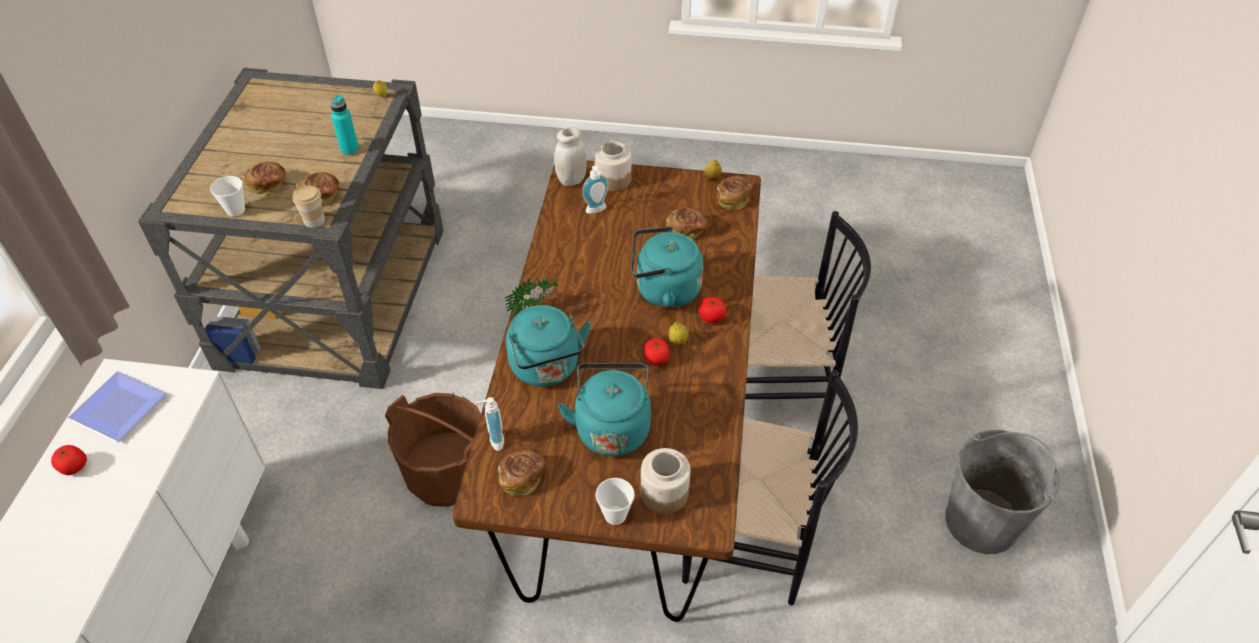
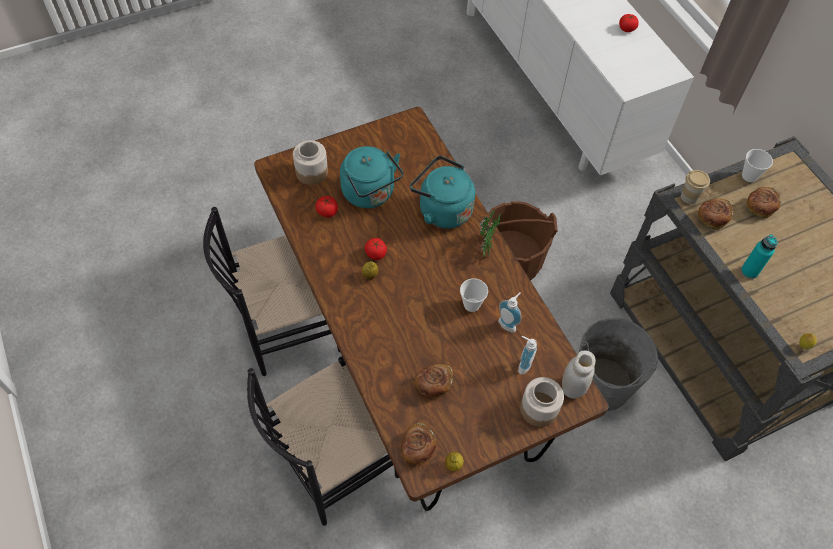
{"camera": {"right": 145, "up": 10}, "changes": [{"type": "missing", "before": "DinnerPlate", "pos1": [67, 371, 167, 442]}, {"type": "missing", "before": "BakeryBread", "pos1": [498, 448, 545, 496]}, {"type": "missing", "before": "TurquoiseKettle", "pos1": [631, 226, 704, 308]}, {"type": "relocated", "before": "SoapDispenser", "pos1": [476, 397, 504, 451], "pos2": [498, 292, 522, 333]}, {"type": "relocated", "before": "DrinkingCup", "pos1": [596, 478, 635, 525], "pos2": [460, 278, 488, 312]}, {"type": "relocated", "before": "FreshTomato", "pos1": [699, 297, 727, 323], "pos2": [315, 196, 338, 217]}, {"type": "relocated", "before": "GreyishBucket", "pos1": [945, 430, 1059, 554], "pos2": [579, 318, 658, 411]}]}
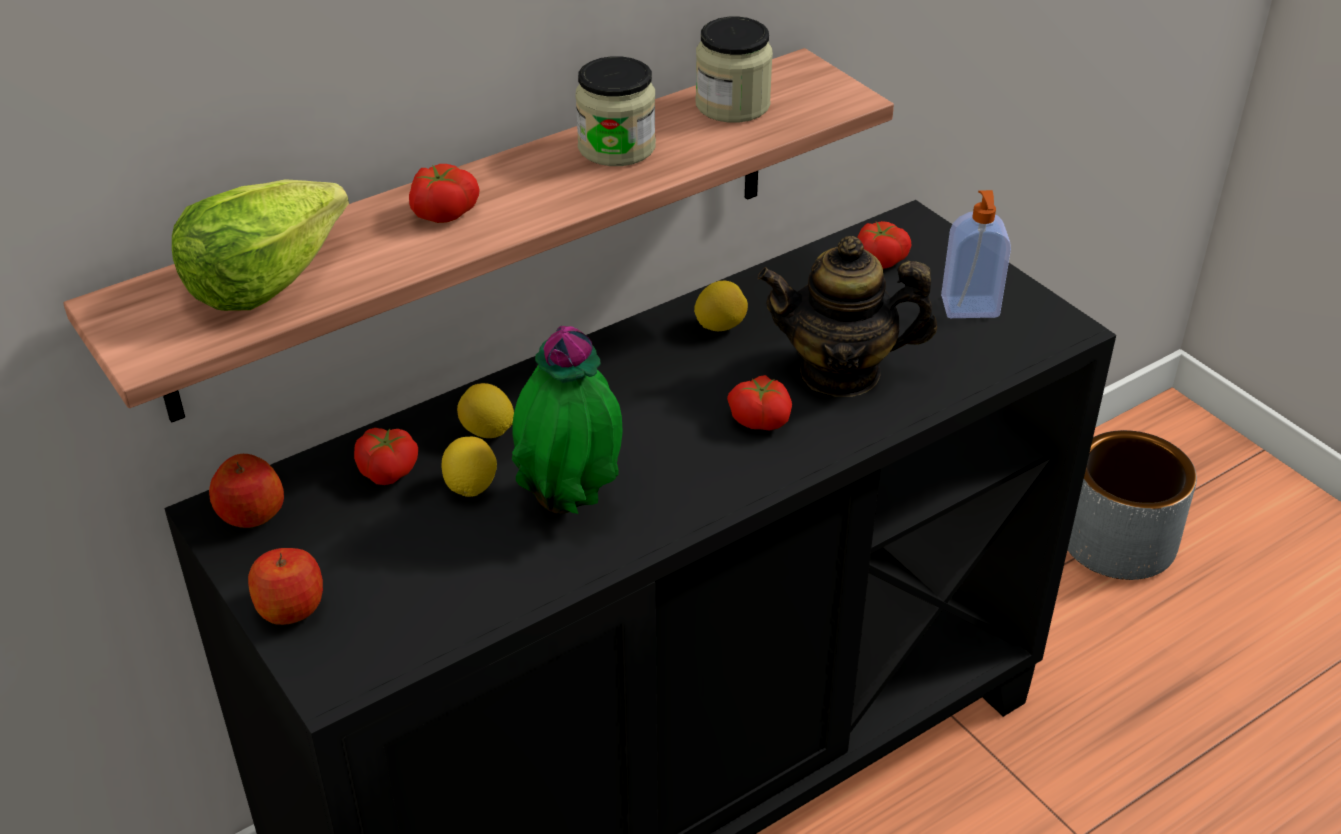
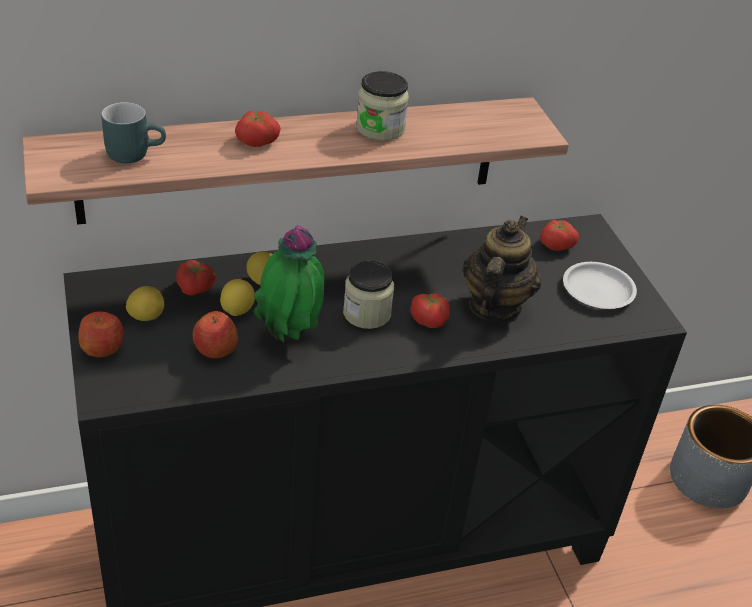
{"camera": {"right": 15, "up": 0}, "changes": [{"type": "relocated", "before": "Apple", "pos1": [209, 454, 284, 528], "pos2": [193, 311, 238, 358]}, {"type": "relocated", "before": "CitrusFruit", "pos1": [694, 281, 748, 331], "pos2": [126, 286, 164, 321]}, {"type": "relocated", "before": "StorageJar", "pos1": [695, 17, 773, 123], "pos2": [343, 261, 394, 329]}, {"type": "exchanged", "before": "LettuceHead", "after": "TurquoiseMug", "pos1": [172, 179, 349, 311], "pos2": [101, 102, 166, 163]}, {"type": "exchanged", "before": "SoapDispenser", "after": "WhiteDinnerPlate", "pos1": [941, 190, 1011, 318], "pos2": [563, 262, 637, 309]}, {"type": "spun", "before": "Teapot", "pos1": [758, 236, 937, 397], "pos2": [463, 216, 541, 321], "turn": 90}]}
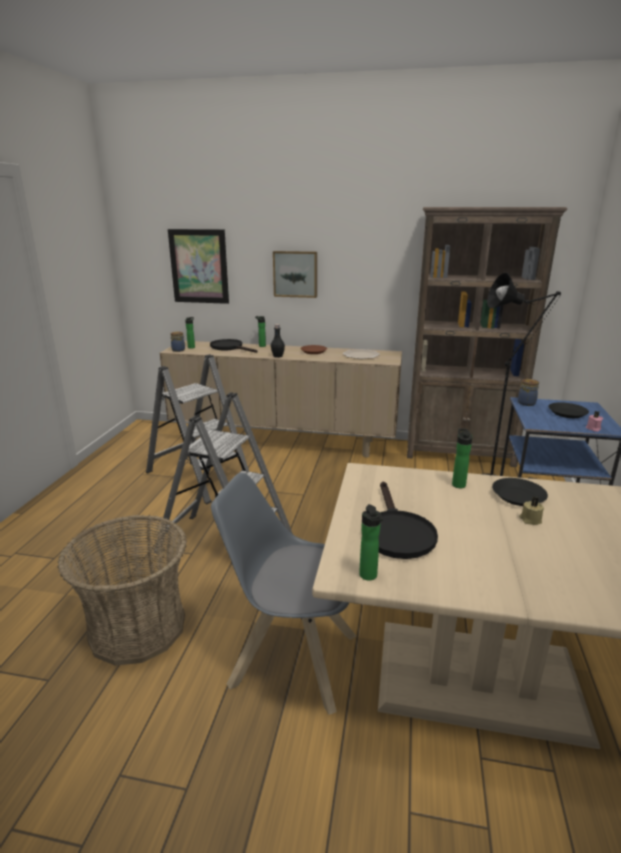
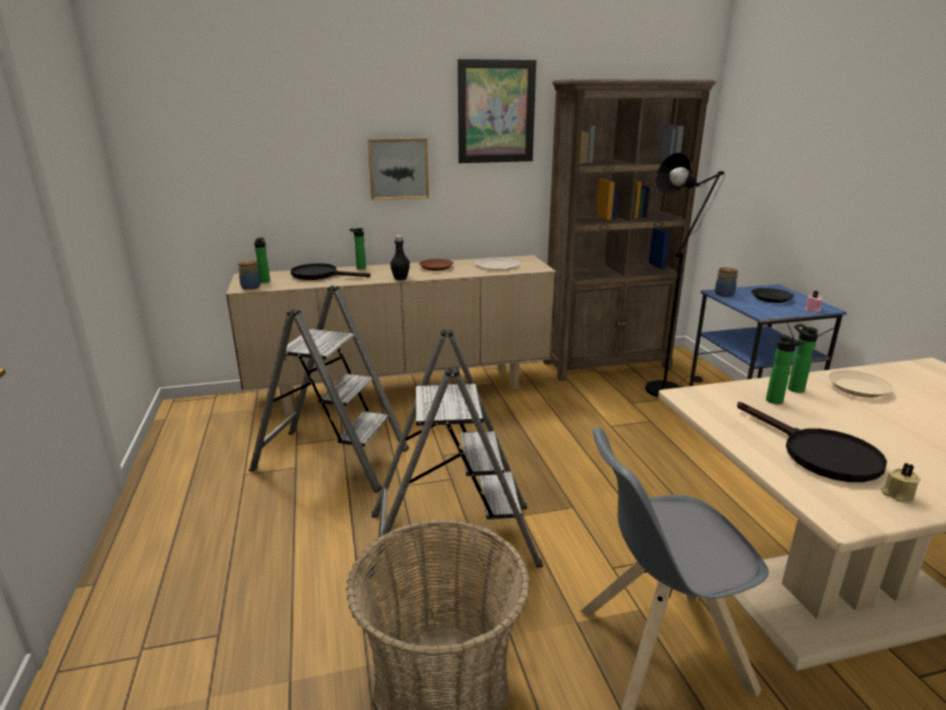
{"camera": {"right": -25, "up": 0}, "changes": [{"type": "relocated", "before": "WallArt", "pos1": [168, 229, 229, 304], "pos2": [458, 59, 536, 163]}, {"type": "relocated", "before": "BeverageBottle", "pos1": [359, 504, 383, 581], "pos2": [766, 335, 804, 404]}, {"type": "relocated", "before": "BeigeCandle", "pos1": [519, 497, 544, 525], "pos2": [881, 463, 921, 502]}, {"type": "colour", "before": "BlackDinnerPlate", "after": "BeigeDinnerPlate", "pos1": [492, 478, 548, 506], "pos2": [828, 370, 894, 398]}]}
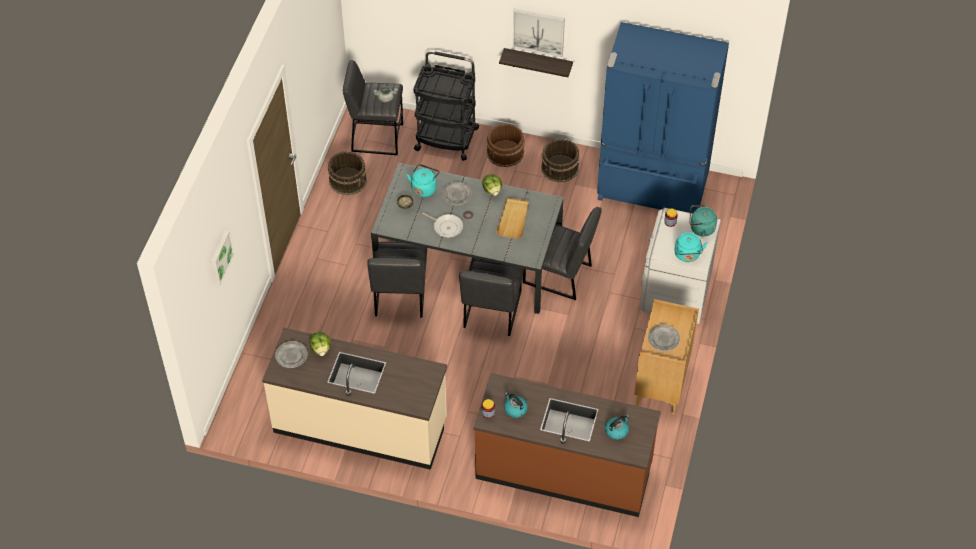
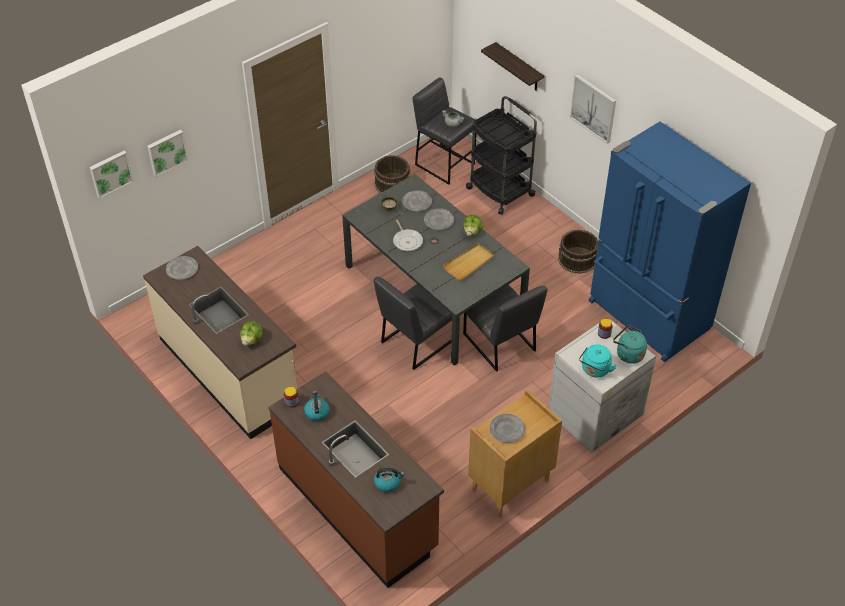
{"camera": {"right": 35, "up": -5}, "changes": [{"type": "missing", "before": "GreyishUprightChair", "pos1": [367, 242, 427, 318]}, {"type": "missing", "before": "BrownColouredBucket", "pos1": [487, 124, 525, 167]}, {"type": "appeared", "after": "WallArt", "pos2": [90, 150, 134, 199]}, {"type": "relocated", "before": "LettuceHead", "pos1": [309, 332, 331, 356], "pos2": [240, 321, 263, 346]}, {"type": "relocated", "before": "BracketShelf", "pos1": [499, 48, 573, 77], "pos2": [481, 42, 544, 91]}, {"type": "exchanged", "before": "TurquoiseKettle", "after": "GreyishDinnerPlate", "pos1": [407, 164, 440, 197], "pos2": [402, 190, 432, 211]}]}
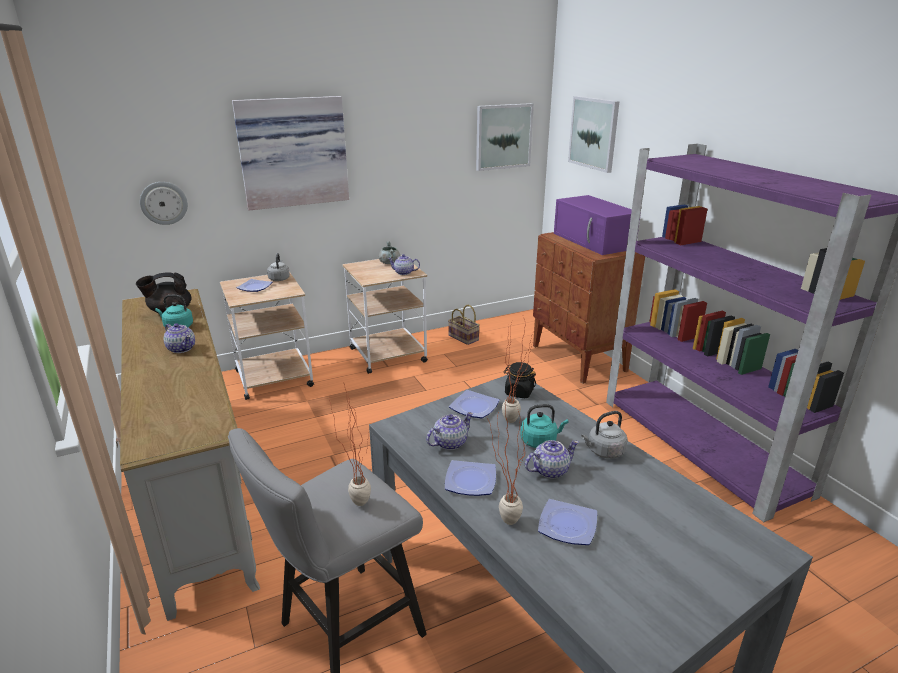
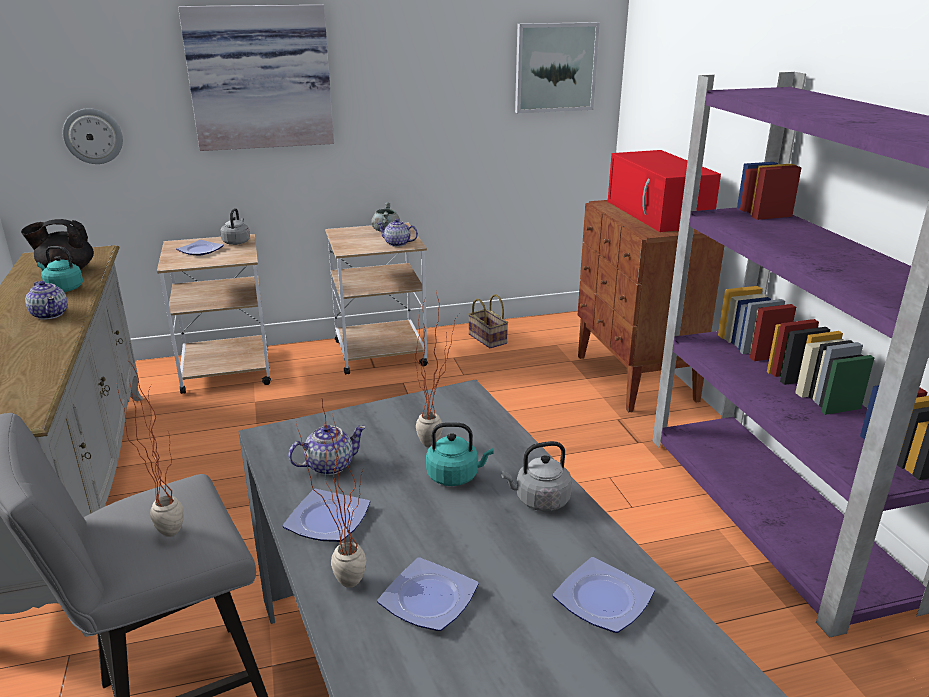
{"camera": {"right": 10, "up": 0}, "changes": [{"type": "missing", "before": "BlackStorageJar", "pos1": [504, 362, 536, 398]}, {"type": "missing", "before": "Teapot", "pos1": [525, 440, 579, 479]}, {"type": "missing", "before": "WallArt", "pos1": [568, 96, 619, 173]}, {"type": "relocated", "before": "DinnerPlate", "pos1": [449, 390, 500, 418], "pos2": [553, 557, 655, 633]}, {"type": "colour", "before": "PurpleMicrowave", "after": "RedColouredMicrowave", "pos1": [554, 195, 641, 255], "pos2": [608, 150, 721, 232]}]}
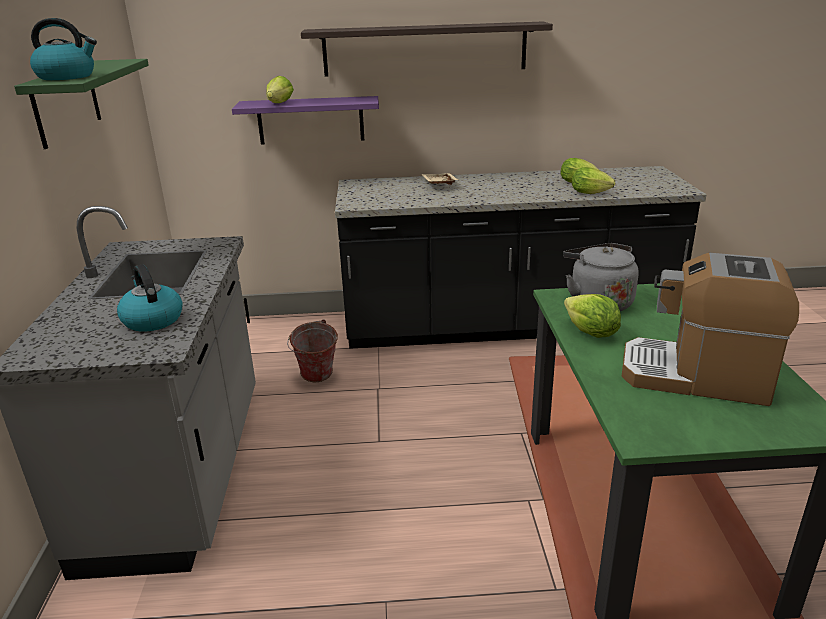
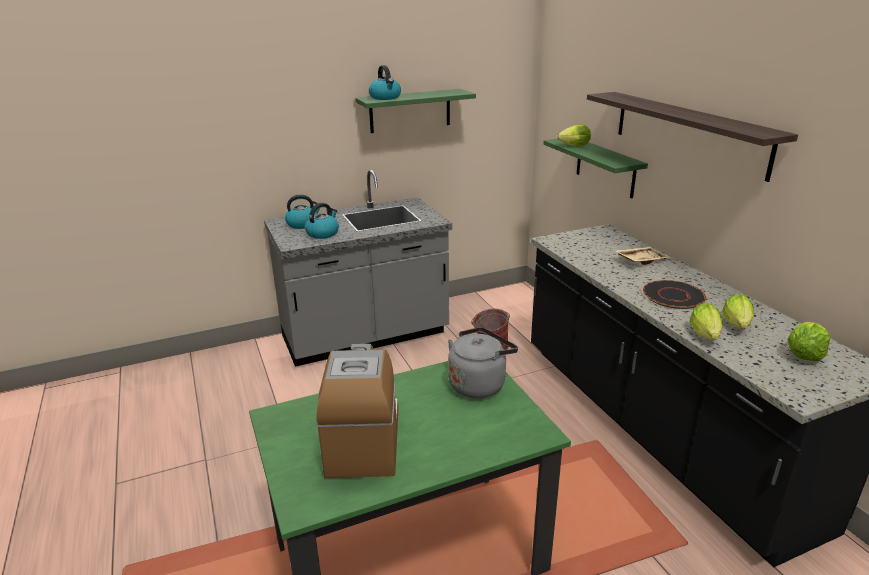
{"camera": {"right": 70, "up": 0}, "changes": [{"type": "appeared", "after": "Kettle", "pos2": [285, 195, 320, 229]}, {"type": "appeared", "after": "BlackDinnerPlate", "pos2": [643, 280, 706, 309]}, {"type": "relocated", "before": "LettuceHead", "pos1": [564, 294, 621, 338], "pos2": [787, 322, 830, 361]}, {"type": "colour", "before": "PurpleBracketShelf", "after": "GreenColouredBracketShelf", "pos1": [232, 96, 379, 145], "pos2": [543, 139, 648, 198]}]}
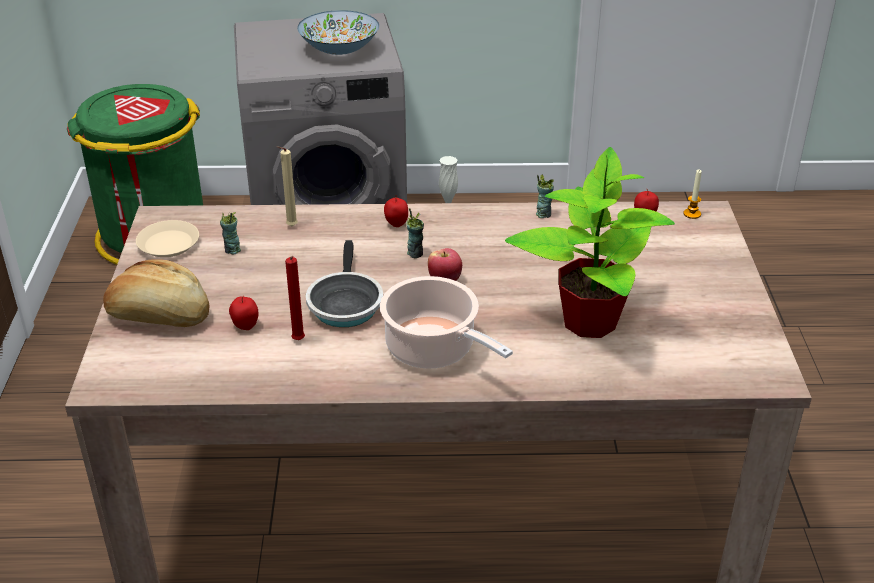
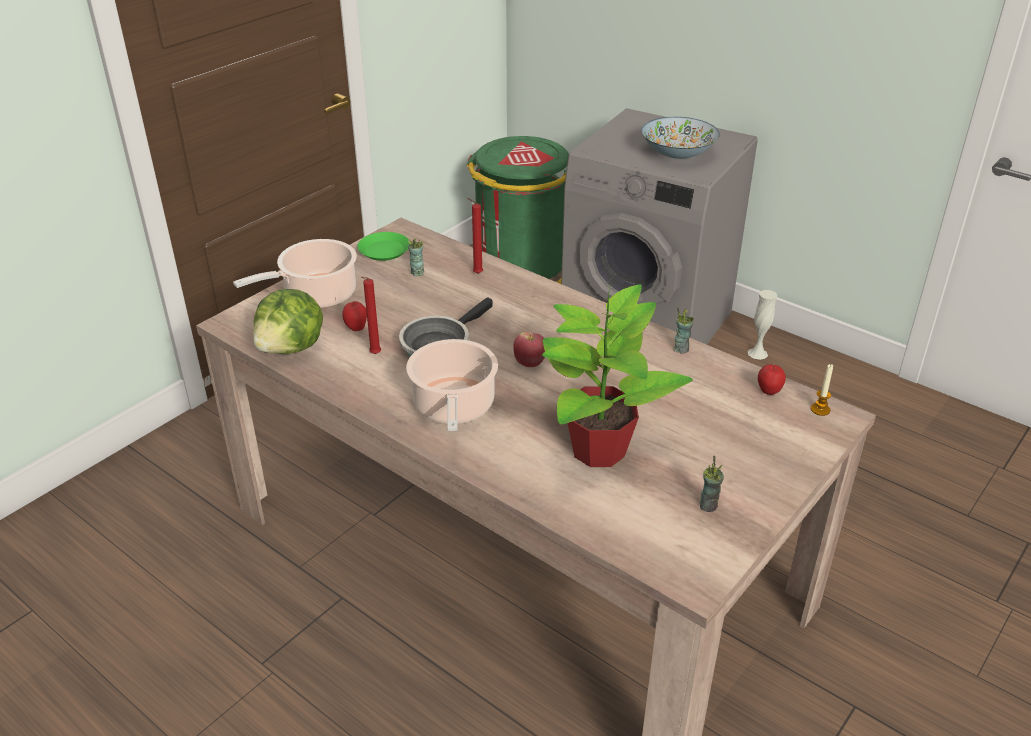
{"camera": {"right": 40, "up": 0}, "changes": [{"type": "missing", "before": "Apple", "pos1": [384, 195, 408, 227]}, {"type": "appeared", "after": "LettuceHead", "pos2": [253, 289, 323, 354]}, {"type": "relocated", "before": "DrinkingCup", "pos1": [406, 208, 424, 258], "pos2": [700, 455, 724, 512]}, {"type": "exchanged", "before": "BakeryBread", "after": "CookingPot", "pos1": [103, 259, 210, 327], "pos2": [233, 239, 357, 308]}, {"type": "colour", "before": "BeigeDinnerPlate", "after": "GreenColouredDinnerPlate", "pos1": [136, 220, 199, 257], "pos2": [357, 232, 410, 261]}, {"type": "colour", "before": "BeigeCandle", "after": "RedColouredCandle", "pos1": [277, 146, 298, 226], "pos2": [467, 198, 483, 274]}]}
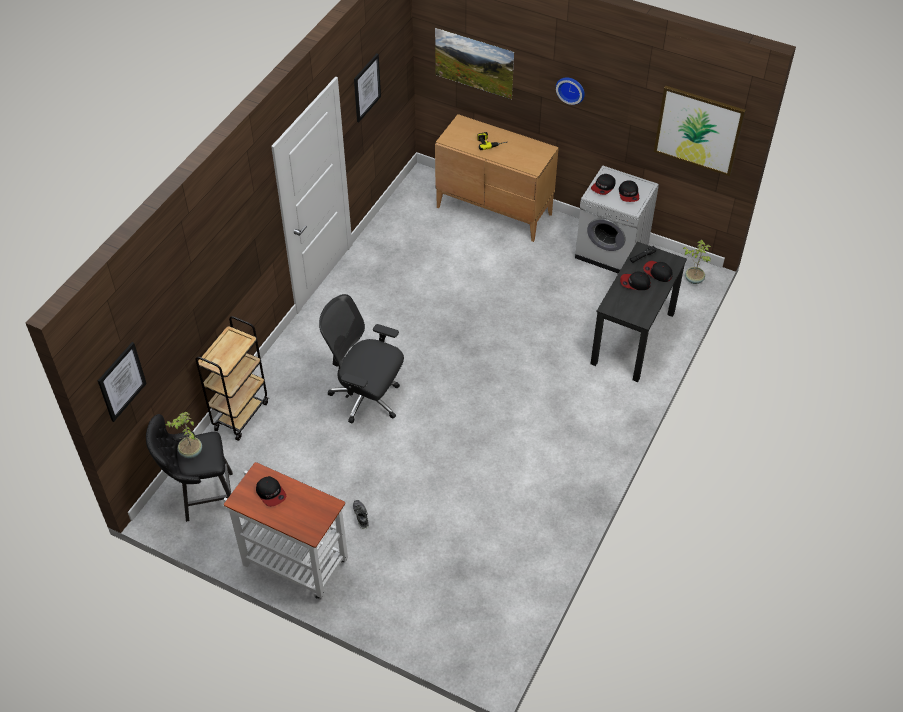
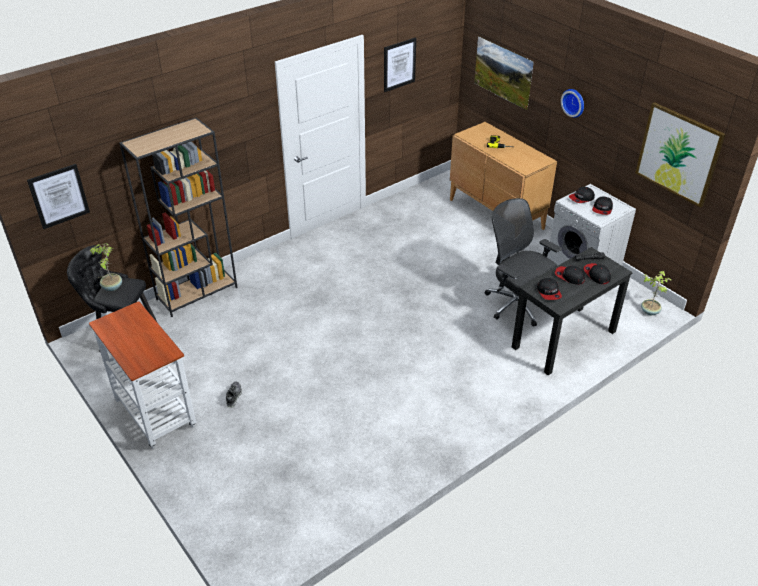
{"camera": {"right": 25, "up": -10}, "changes": [{"type": "relocated", "before": "PeakedCap", "pos1": [256, 476, 286, 507], "pos2": [537, 278, 562, 300]}, {"type": "relocated", "before": "OfficeChair", "pos1": [319, 294, 404, 424], "pos2": [484, 198, 562, 327]}, {"type": "exchanged", "before": "BrownColouredCart", "after": "Bookcase", "pos1": [195, 316, 268, 441], "pos2": [119, 118, 238, 317]}]}
